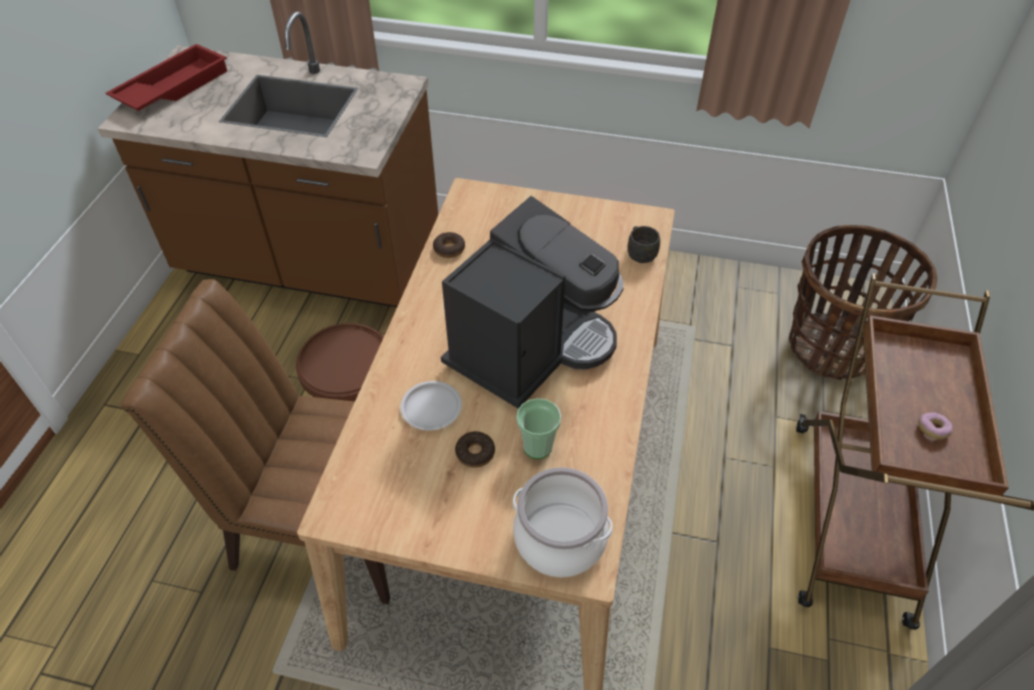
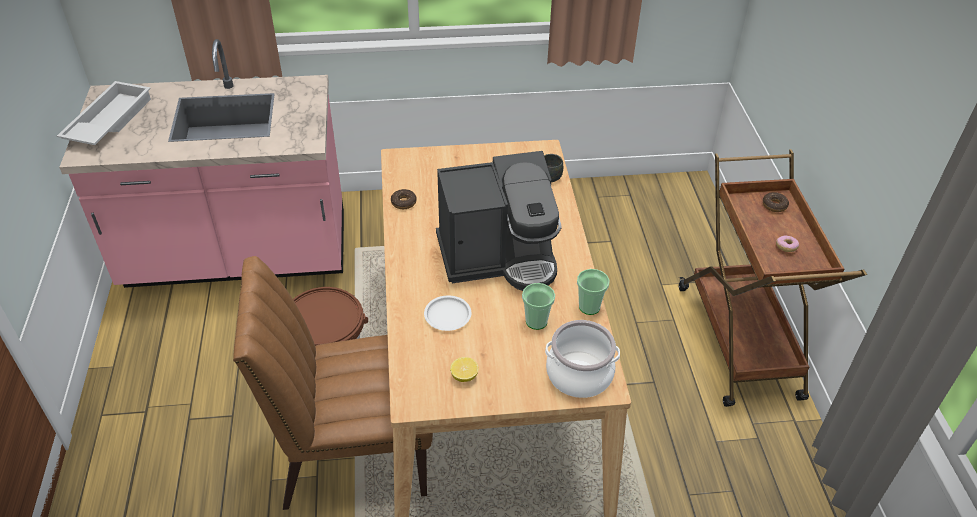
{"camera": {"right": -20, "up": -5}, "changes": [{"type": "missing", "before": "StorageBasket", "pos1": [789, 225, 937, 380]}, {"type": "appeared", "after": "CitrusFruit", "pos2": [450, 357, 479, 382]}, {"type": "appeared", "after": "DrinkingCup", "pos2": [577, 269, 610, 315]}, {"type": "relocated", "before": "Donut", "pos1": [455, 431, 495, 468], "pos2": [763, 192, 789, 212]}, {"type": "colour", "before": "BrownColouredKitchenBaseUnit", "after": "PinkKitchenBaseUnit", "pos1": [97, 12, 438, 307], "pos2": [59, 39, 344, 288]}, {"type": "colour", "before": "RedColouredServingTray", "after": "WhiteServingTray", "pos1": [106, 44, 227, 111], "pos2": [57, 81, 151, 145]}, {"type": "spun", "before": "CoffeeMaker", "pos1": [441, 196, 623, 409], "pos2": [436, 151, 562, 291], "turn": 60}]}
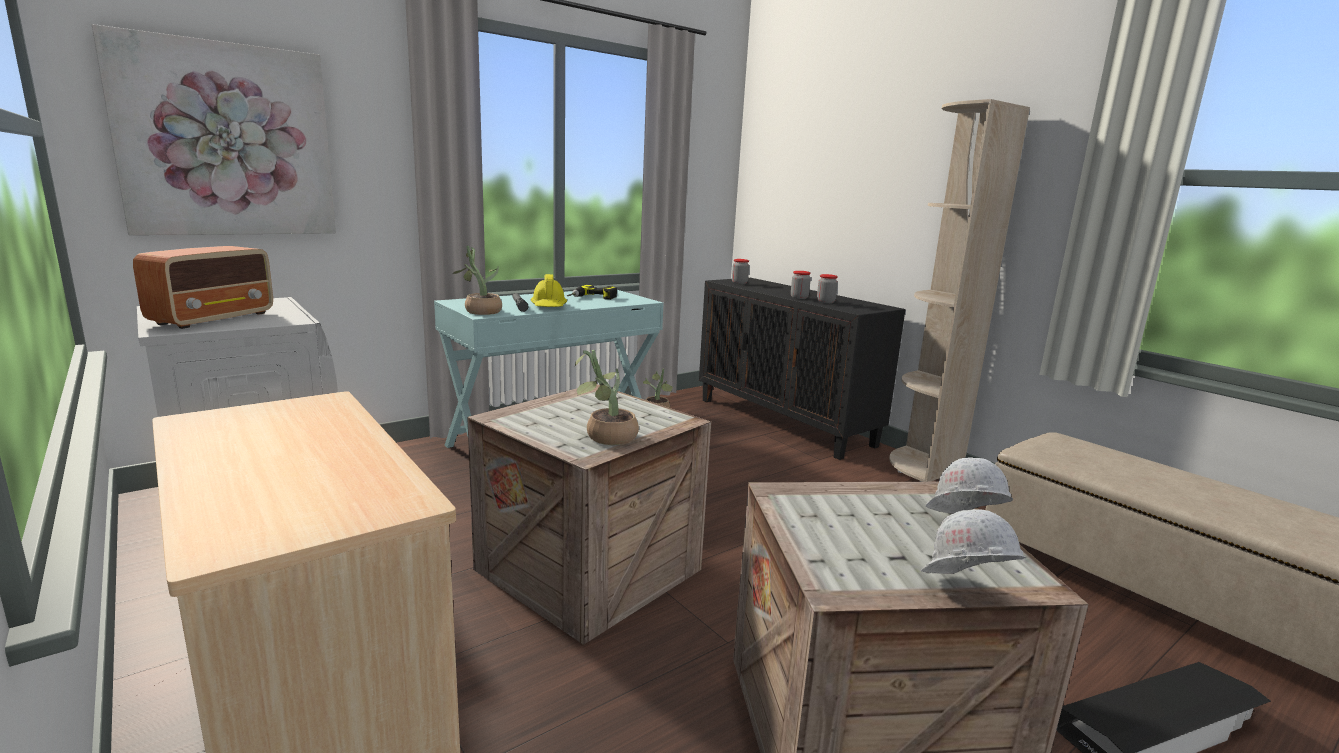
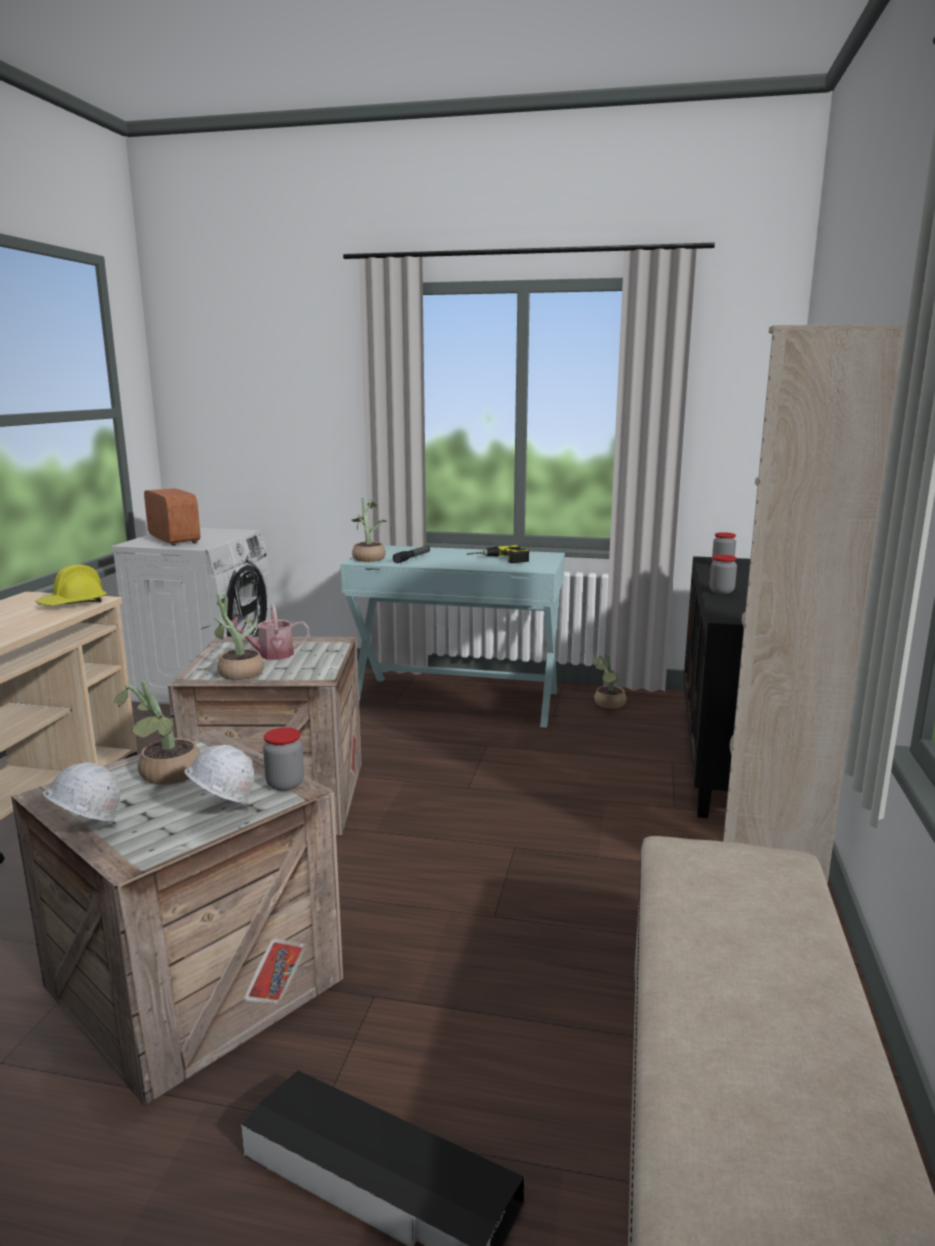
{"camera": {"right": 50, "up": 0}, "changes": [{"type": "missing", "before": "WallArt", "pos1": [92, 24, 336, 235]}, {"type": "appeared", "after": "PottedPlant", "pos2": [114, 681, 201, 785]}, {"type": "appeared", "after": "WateringPot", "pos2": [231, 604, 309, 660]}, {"type": "relocated", "before": "YellowishWorkHelmet", "pos1": [531, 274, 567, 307], "pos2": [35, 564, 107, 606]}, {"type": "relocated", "before": "StorageJar", "pos1": [817, 274, 838, 304], "pos2": [263, 727, 304, 791]}, {"type": "spun", "before": "RadioSet", "pos1": [133, 246, 273, 329], "pos2": [144, 488, 200, 546], "turn": -105}]}
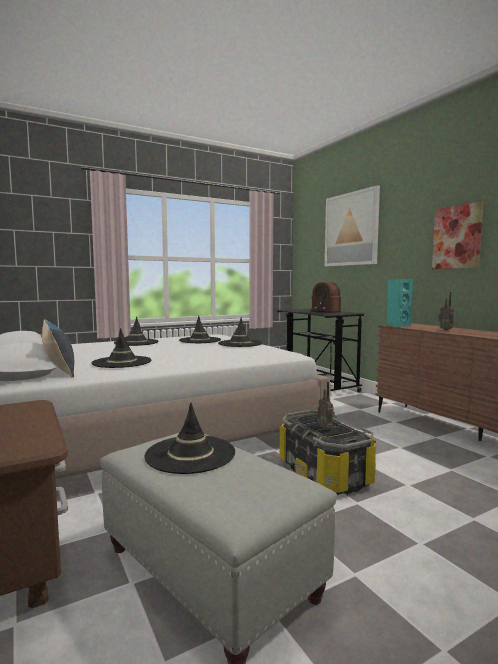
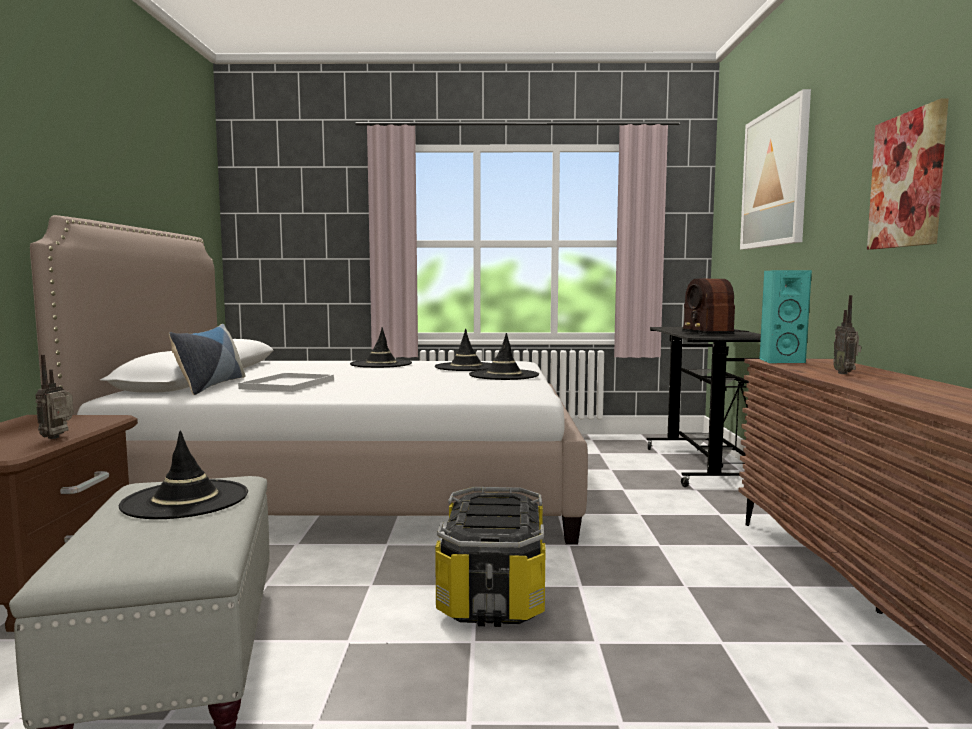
{"camera": {"right": 30, "up": 0}, "changes": [{"type": "relocated", "before": "RadioSet", "pos1": [318, 381, 335, 430], "pos2": [36, 354, 74, 439]}, {"type": "exchanged", "before": "BlackWearableHat", "after": "WhiteServingTray", "pos1": [91, 328, 152, 368], "pos2": [238, 373, 334, 392]}]}
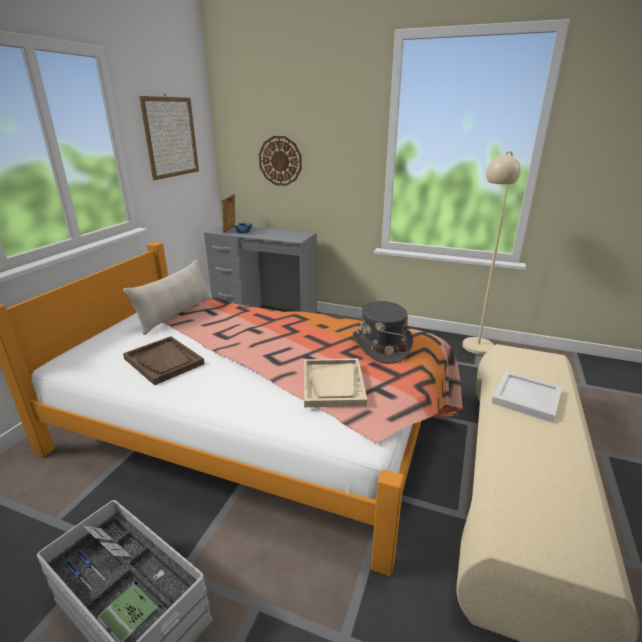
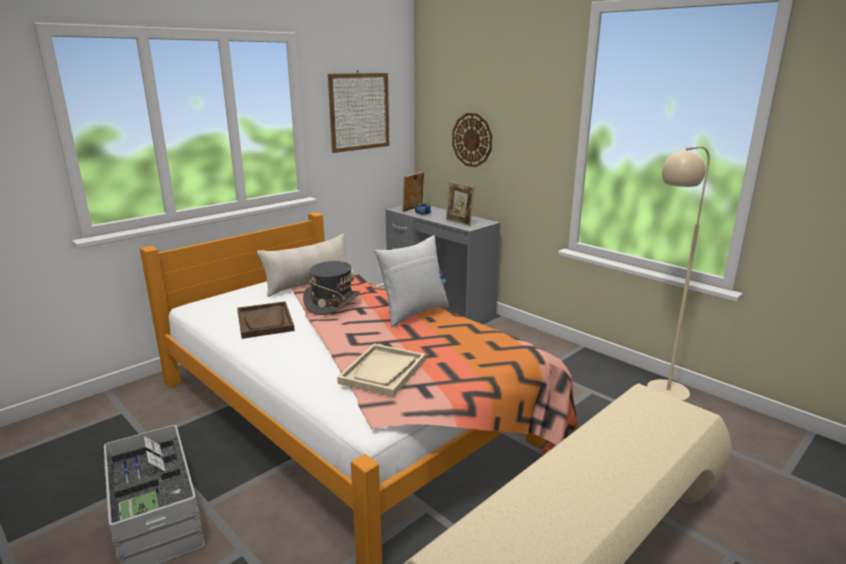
{"camera": {"right": 25, "up": -5}, "changes": [{"type": "missing", "before": "WhiteServingTray", "pos1": [492, 371, 562, 423]}, {"type": "appeared", "after": "GreyishPillow", "pos2": [374, 235, 449, 327]}, {"type": "appeared", "after": "PhotoFrame", "pos2": [446, 181, 475, 226]}, {"type": "relocated", "before": "GreyishWearableHat", "pos1": [353, 301, 413, 364], "pos2": [303, 261, 360, 315]}]}
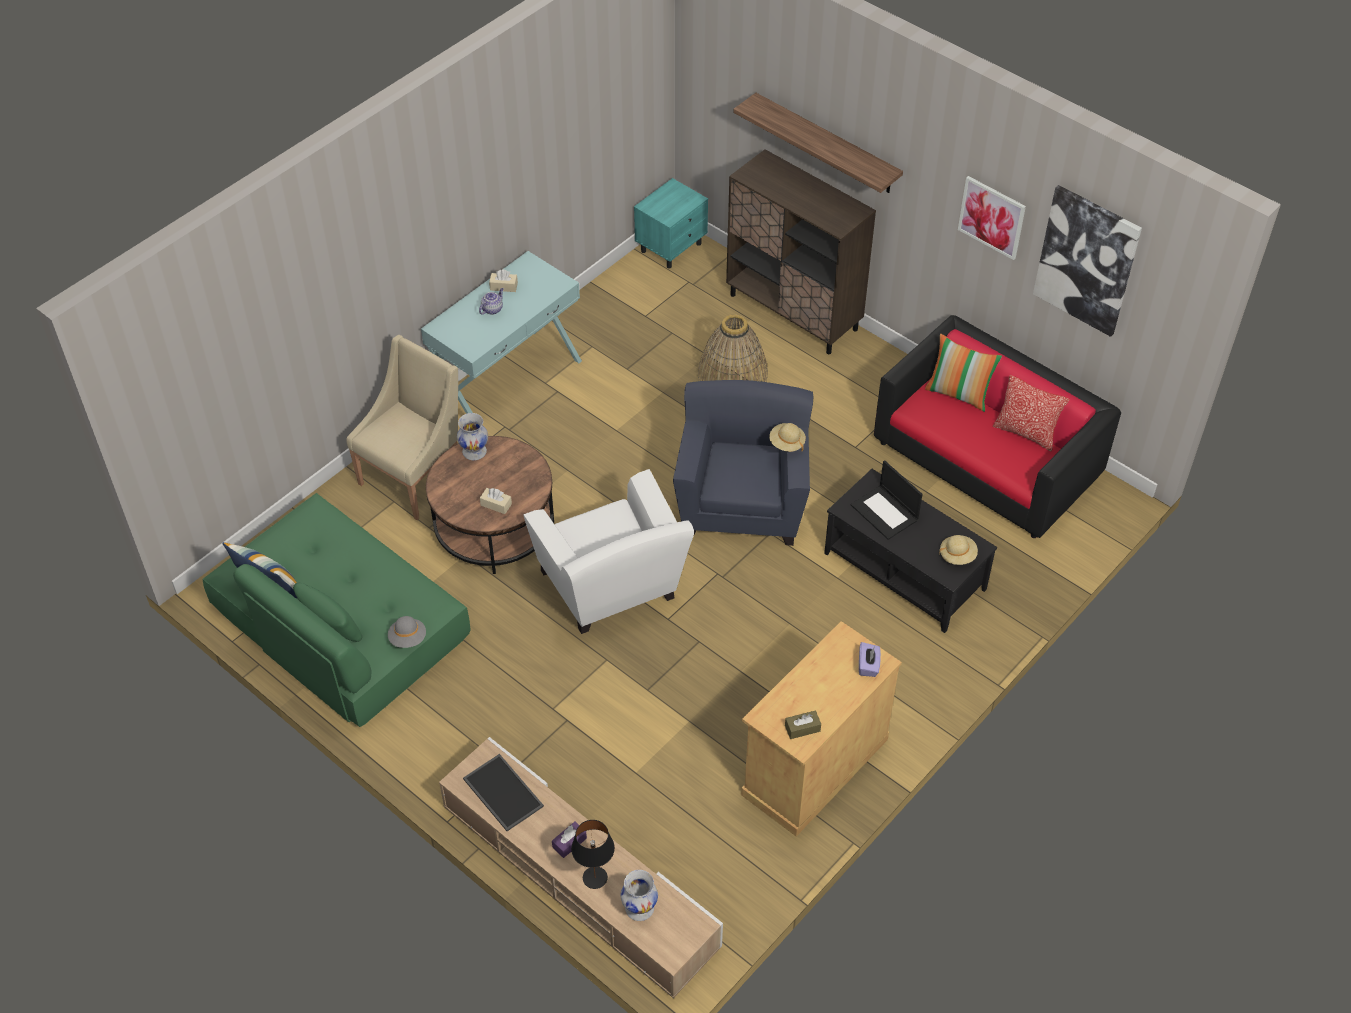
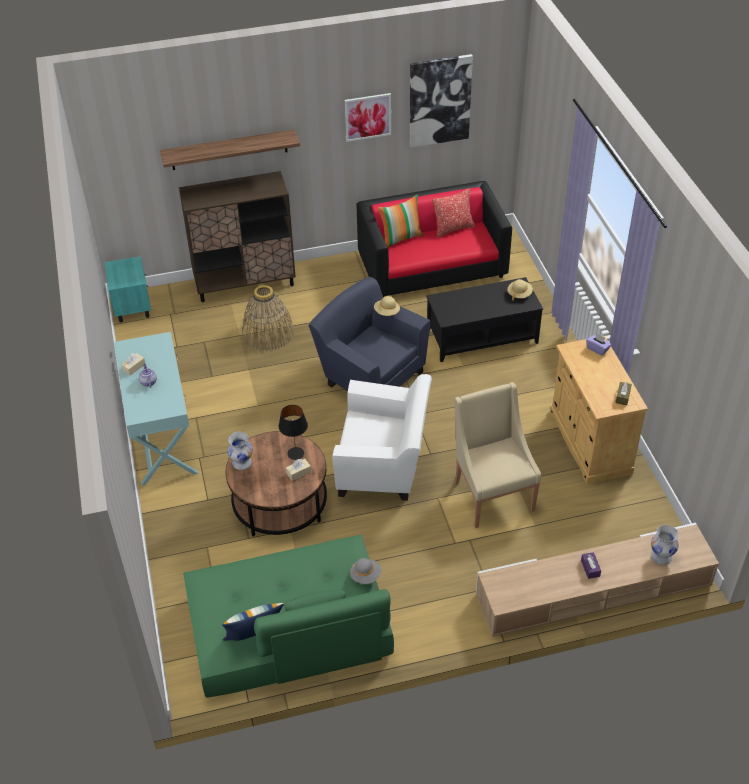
{"camera": {"right": -55, "up": -5}, "changes": [{"type": "missing", "before": "ServingTray", "pos1": [463, 754, 544, 831]}, {"type": "missing", "before": "NotebookComputer", "pos1": [851, 460, 922, 540]}, {"type": "relocated", "before": "BeigeArmchair", "pos1": [346, 335, 458, 520], "pos2": [454, 382, 541, 528]}, {"type": "relocated", "before": "BlackTableLamp", "pos1": [571, 820, 615, 889], "pos2": [279, 405, 308, 460]}]}
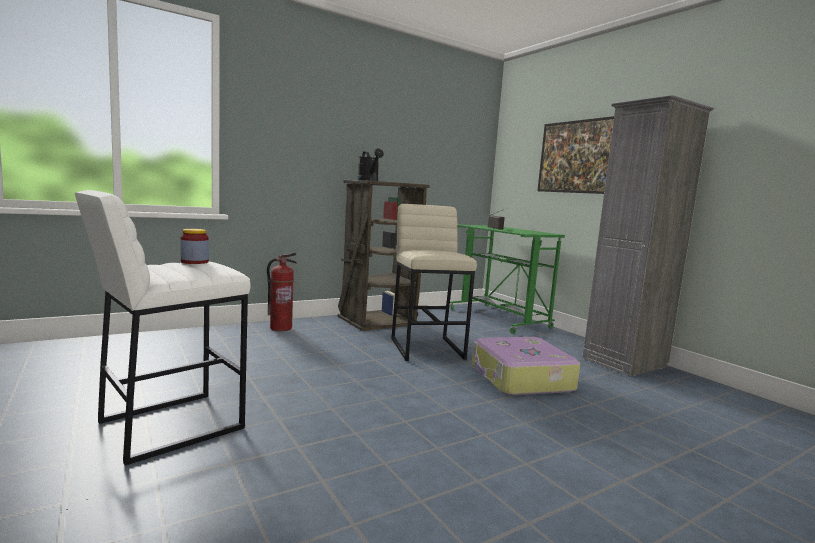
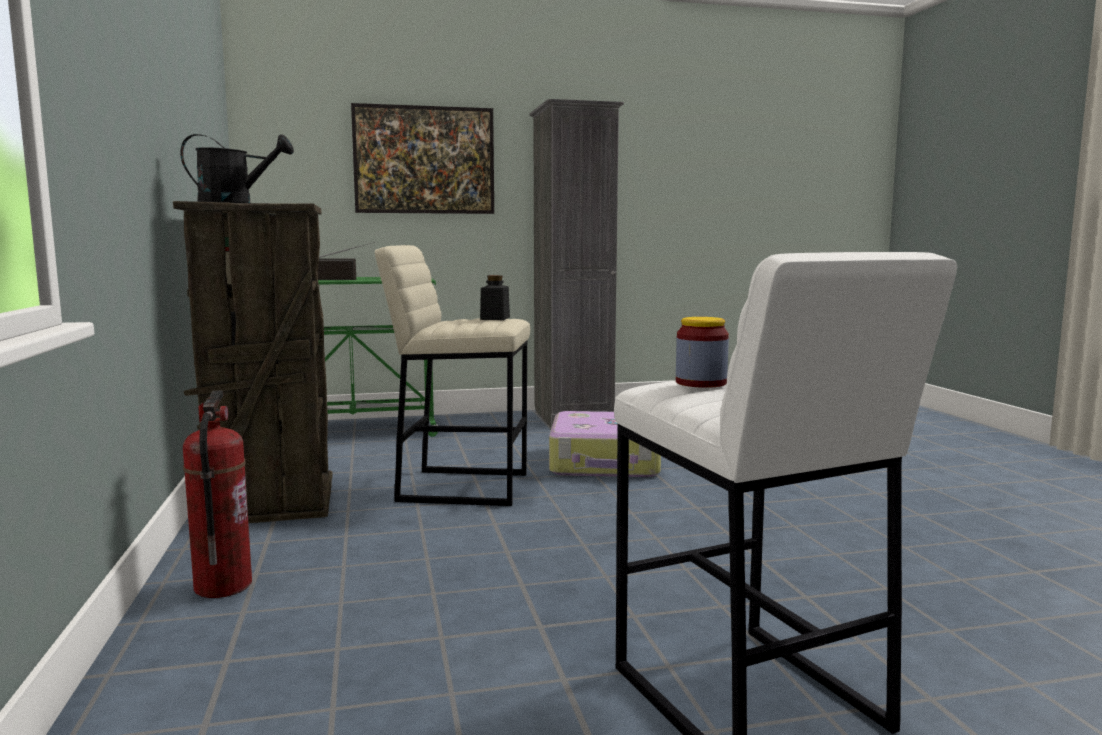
{"camera": {"right": -70, "up": 0}, "changes": [{"type": "appeared", "after": "BlackStorageJar", "pos2": [480, 275, 510, 320]}]}
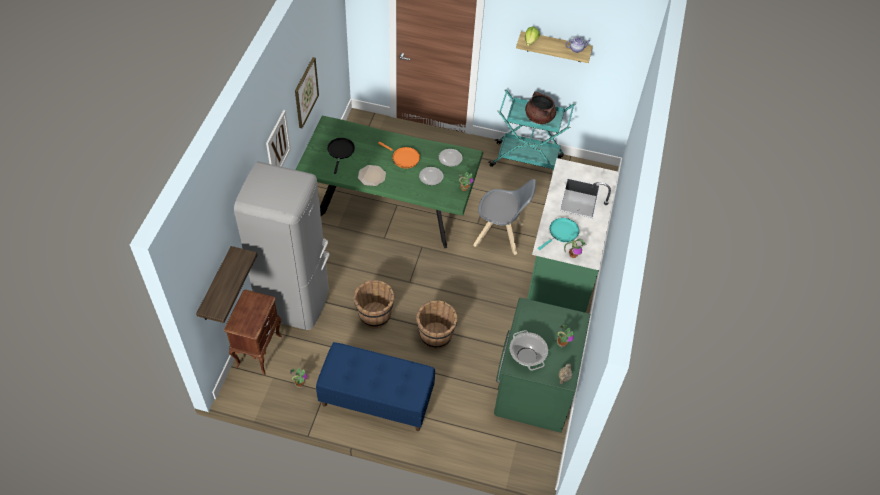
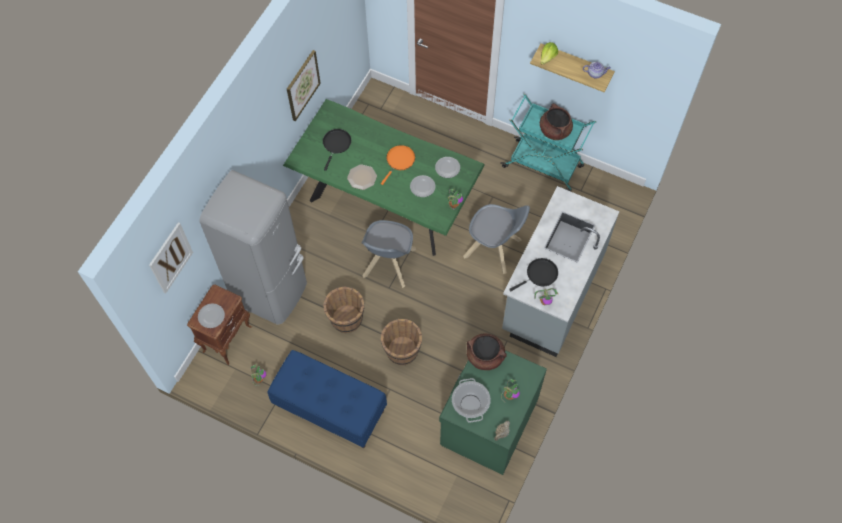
{"camera": {"right": 15, "up": 10}, "changes": [{"type": "missing", "before": "BracketShelf", "pos1": [196, 246, 257, 323]}, {"type": "appeared", "after": "DinnerPlate", "pos2": [198, 304, 225, 328]}, {"type": "appeared", "after": "GreyishUprightChair", "pos2": [362, 220, 416, 288]}, {"type": "appeared", "after": "BrownColouredCookingPot", "pos2": [467, 333, 507, 370]}, {"type": "relocated", "before": "WallArt", "pos1": [266, 110, 291, 167], "pos2": [149, 222, 193, 294]}, {"type": "colour", "before": "GreenColouredKitchenBaseUnit", "after": "GreyishKitchenBaseUnit", "pos1": [527, 158, 618, 313], "pos2": [502, 186, 620, 357]}, {"type": "colour", "before": "TurquoiseFryingPan", "after": "BlackFryingPan", "pos1": [538, 218, 579, 250], "pos2": [509, 258, 558, 291]}, {"type": "spun", "before": "OrangeFryingPan", "pos1": [378, 142, 420, 168], "pos2": [381, 145, 415, 185], "turn": -105}]}
